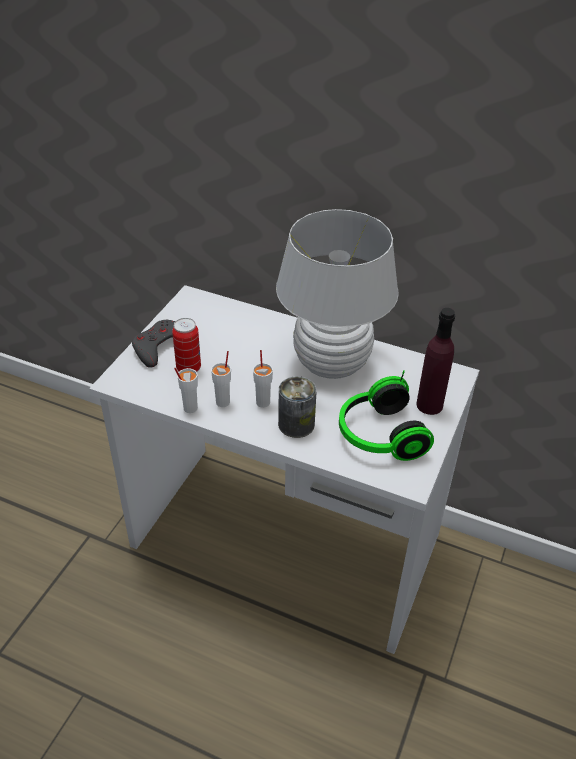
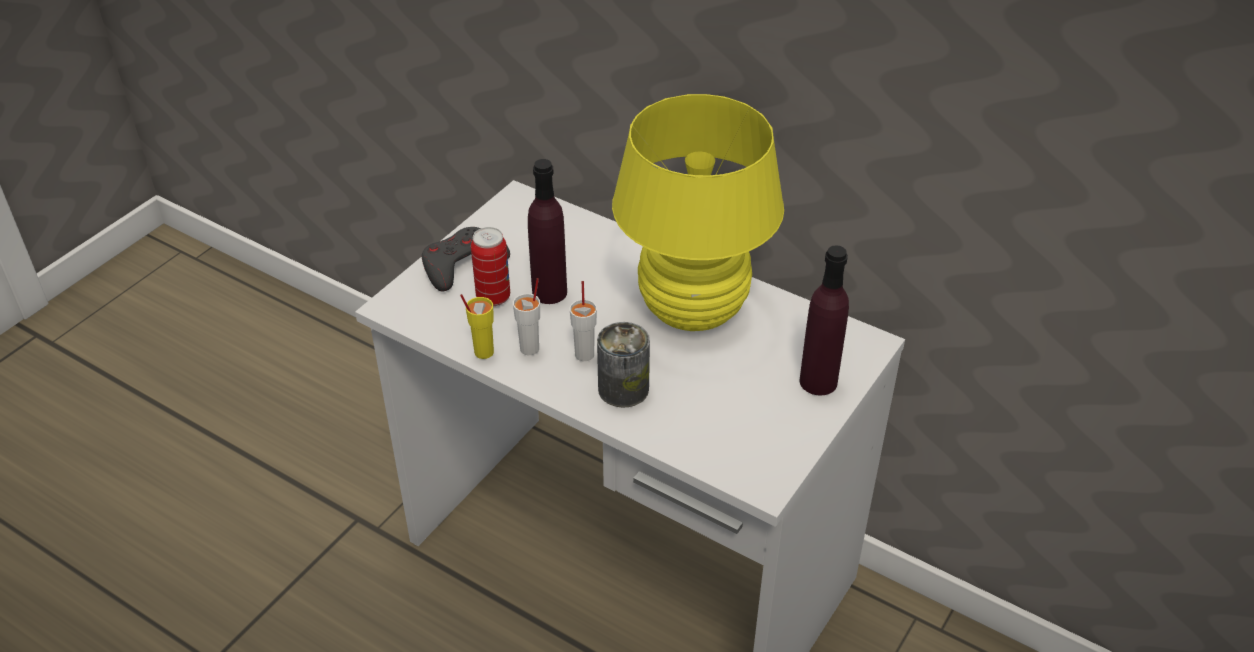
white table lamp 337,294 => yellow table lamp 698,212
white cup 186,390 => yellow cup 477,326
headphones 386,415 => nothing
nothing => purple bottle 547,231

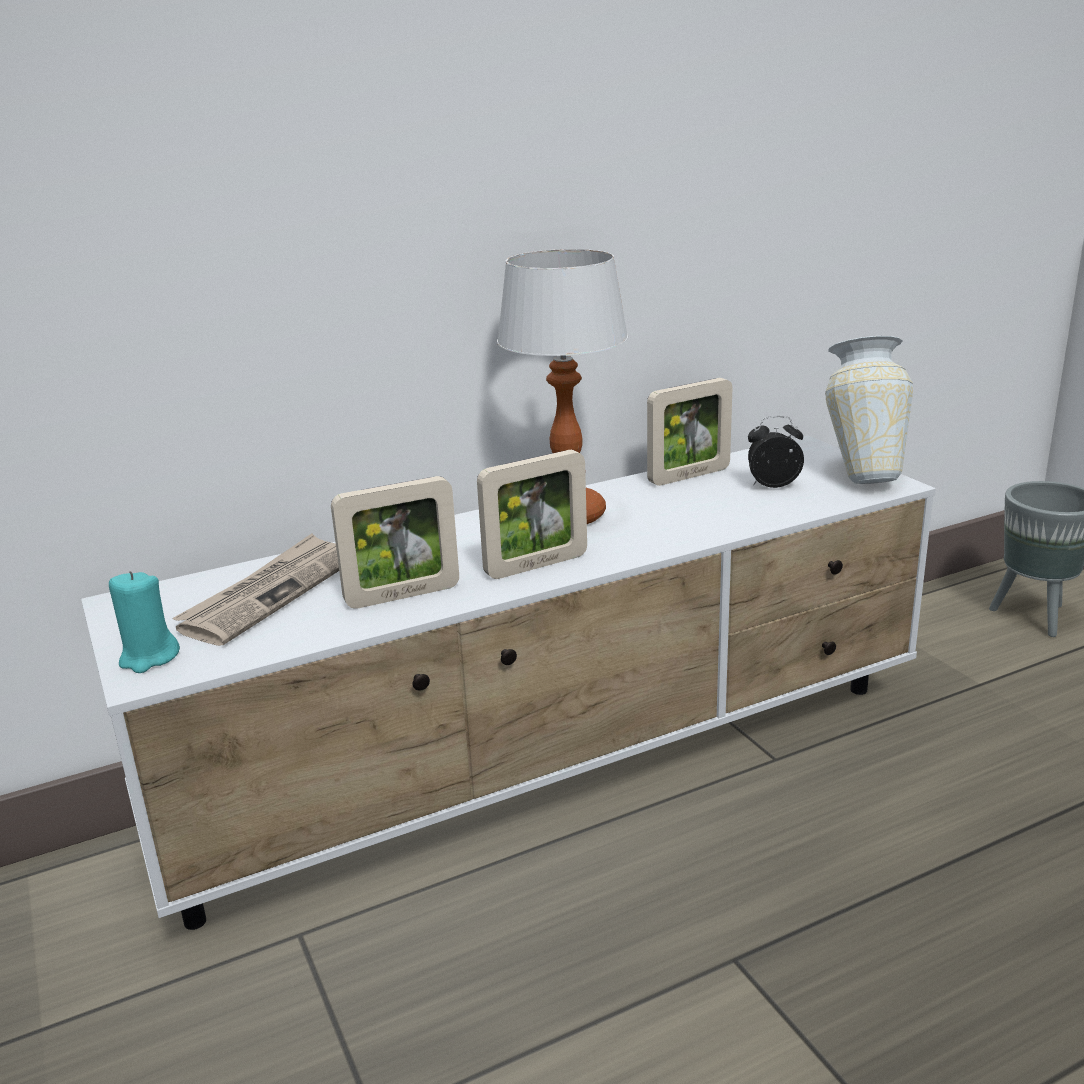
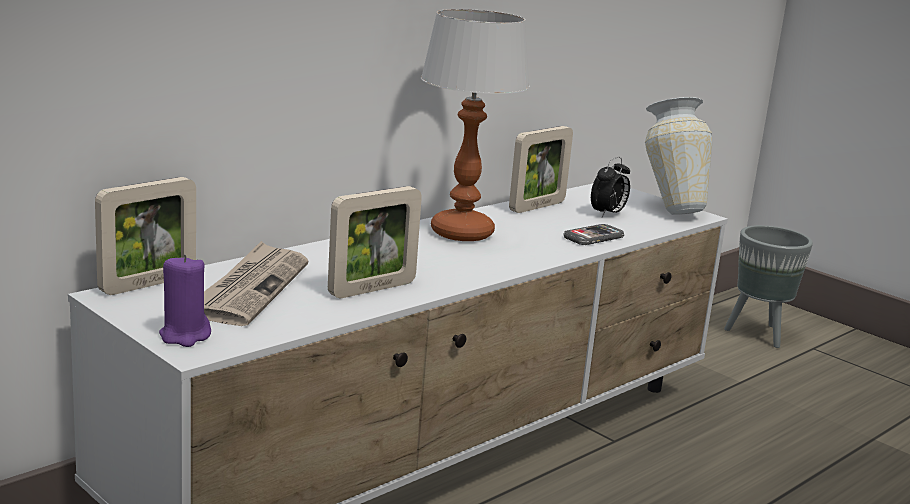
alarm clock 776,452 => alarm clock 610,187, 150 degrees clockwise
picture frame 532,514 => picture frame 145,236, moved
turquoise candle 144,622 => purple candle 185,300
nothing => phone 594,234

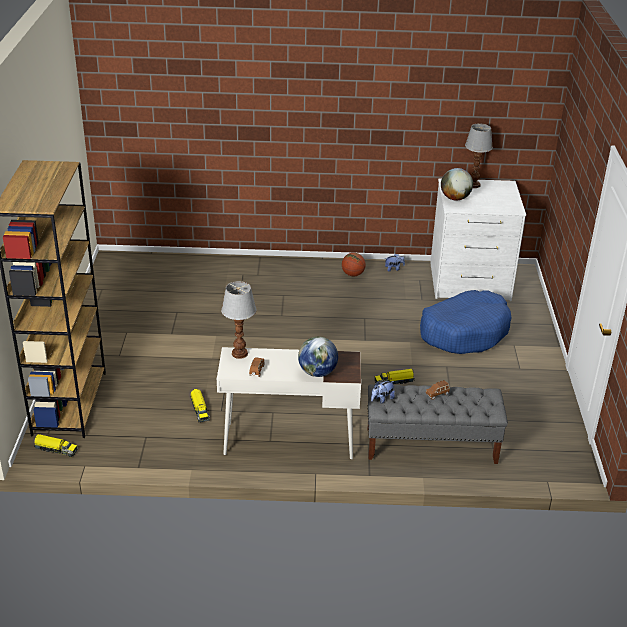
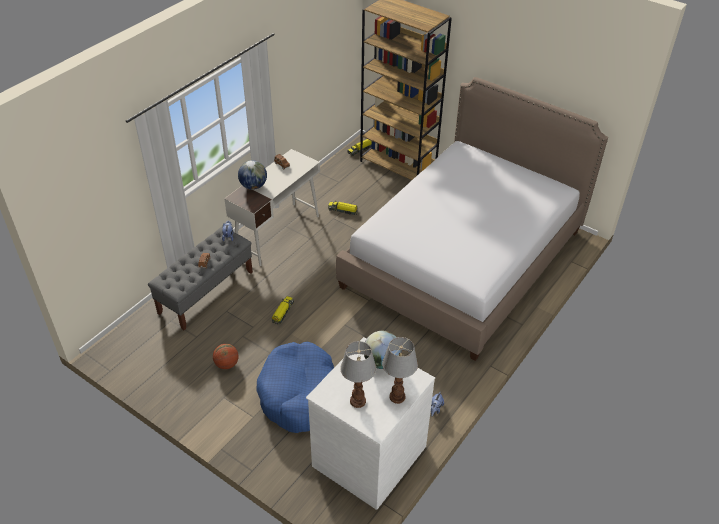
basketball 354,264 => basketball 225,356, moved
table lamp 239,320 => table lamp 358,374, moved
nothing => bed 472,219

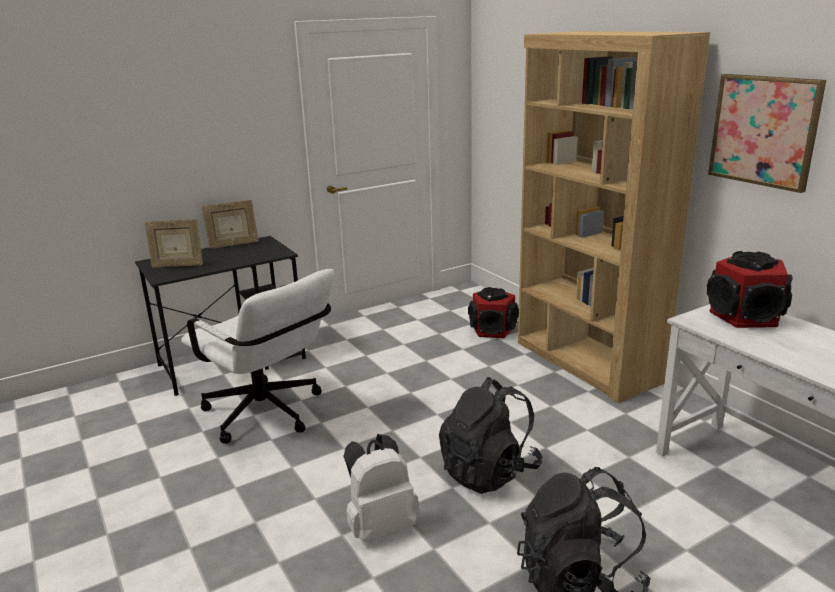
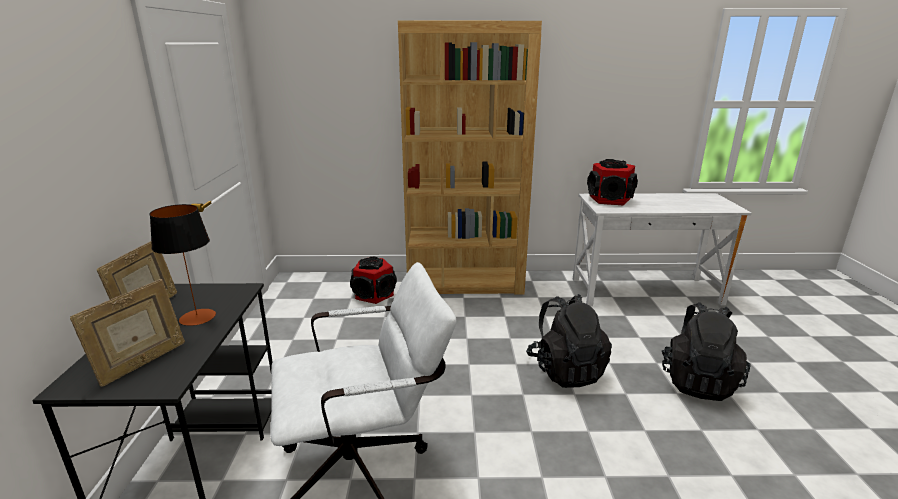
picture 767,133 => nothing
white backpack 381,488 => nothing
nothing => table lamp 182,265

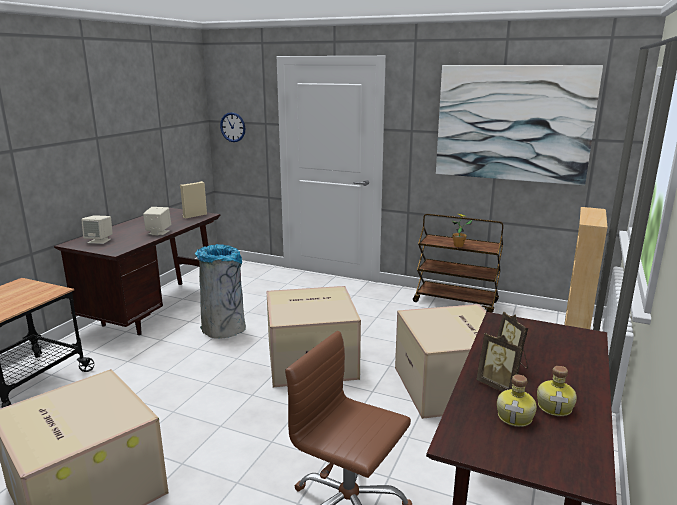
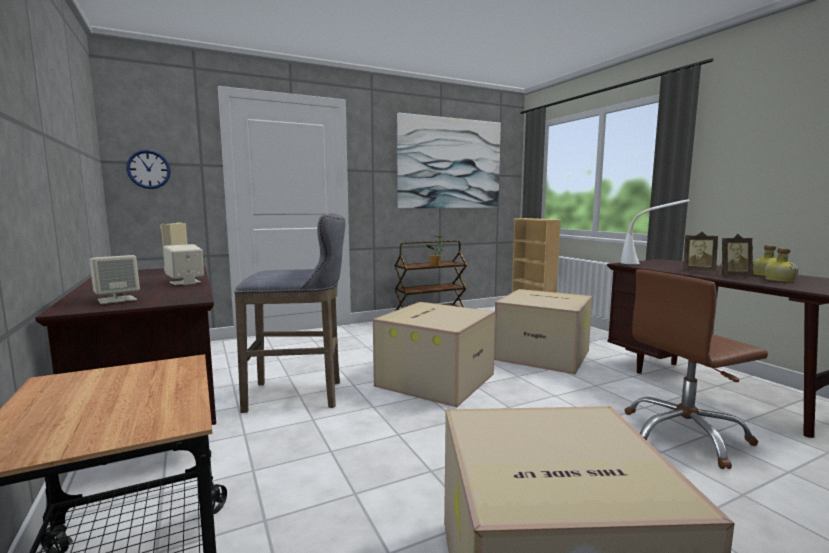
grey trash can 220,291 => grey stool 290,313
nothing => white table lamp 655,231

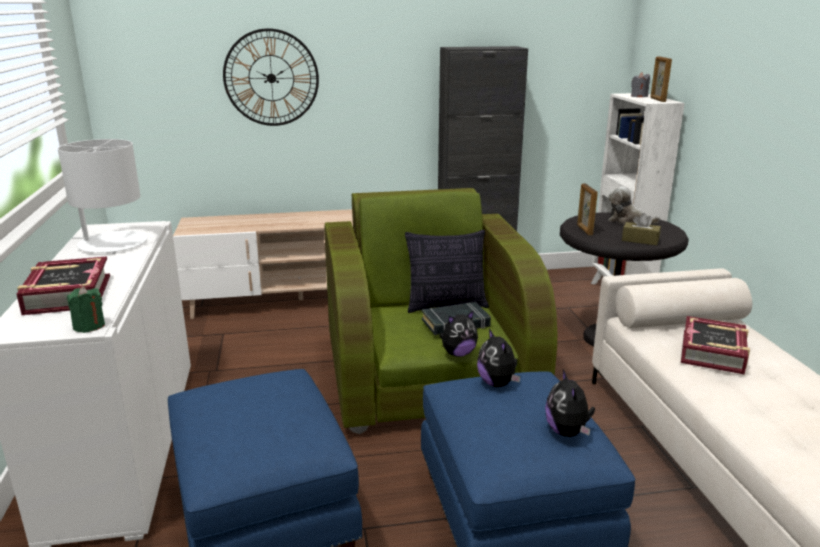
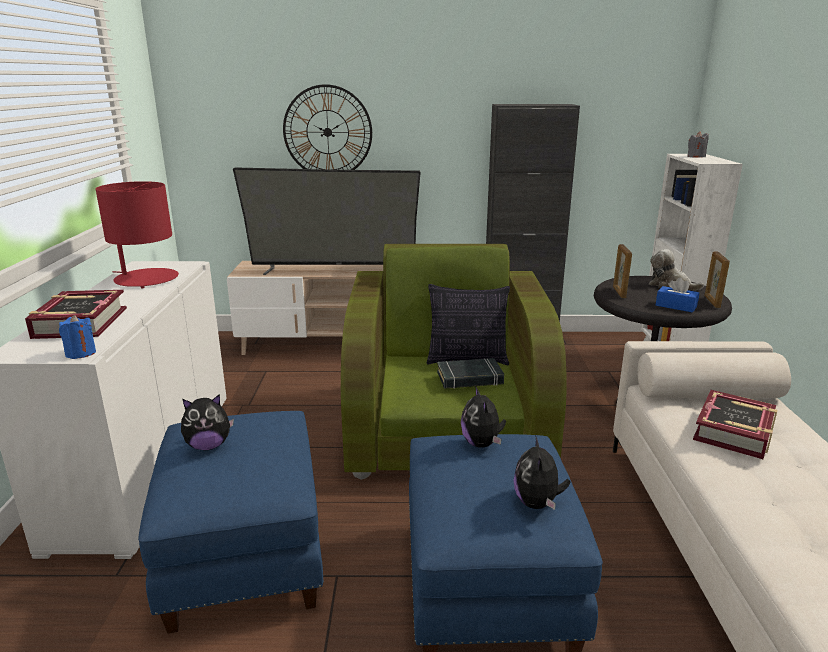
picture frame 661,79 => picture frame 717,279, moved
white table lamp 103,196 => red table lamp 137,234
brown tissue box 641,229 => blue tissue box 677,295
green candle 86,309 => blue candle 77,337
plush toy 458,333 => plush toy 207,422, moved
nothing => television 327,221

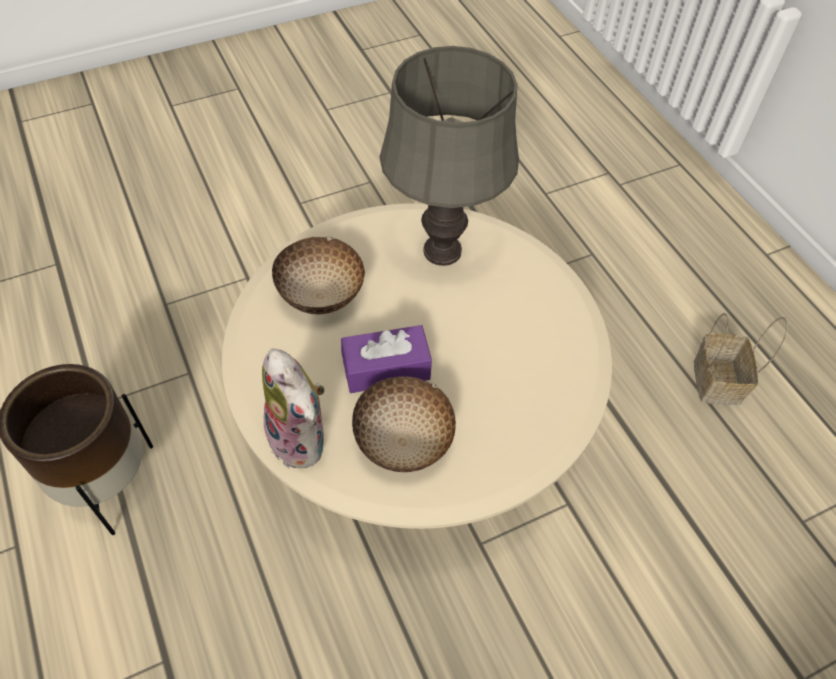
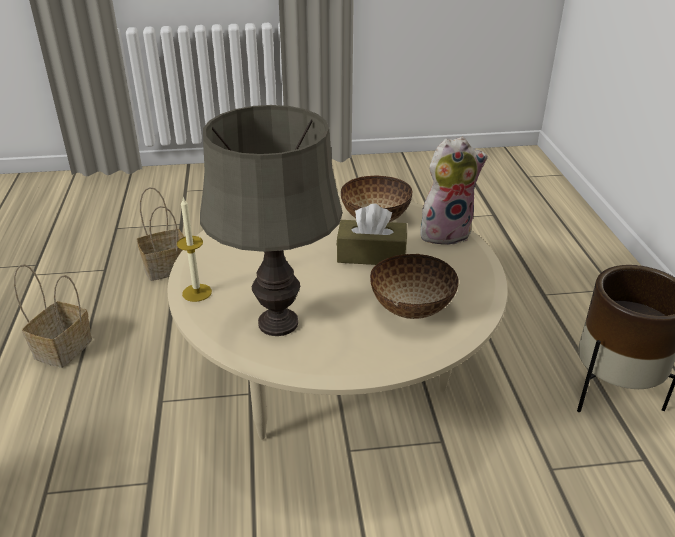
purple tissue box 386,359 => brown tissue box 371,234
plush toy 293,408 => plush toy 454,192, 90 degrees clockwise
nothing => basket 160,234
nothing => candle 194,249

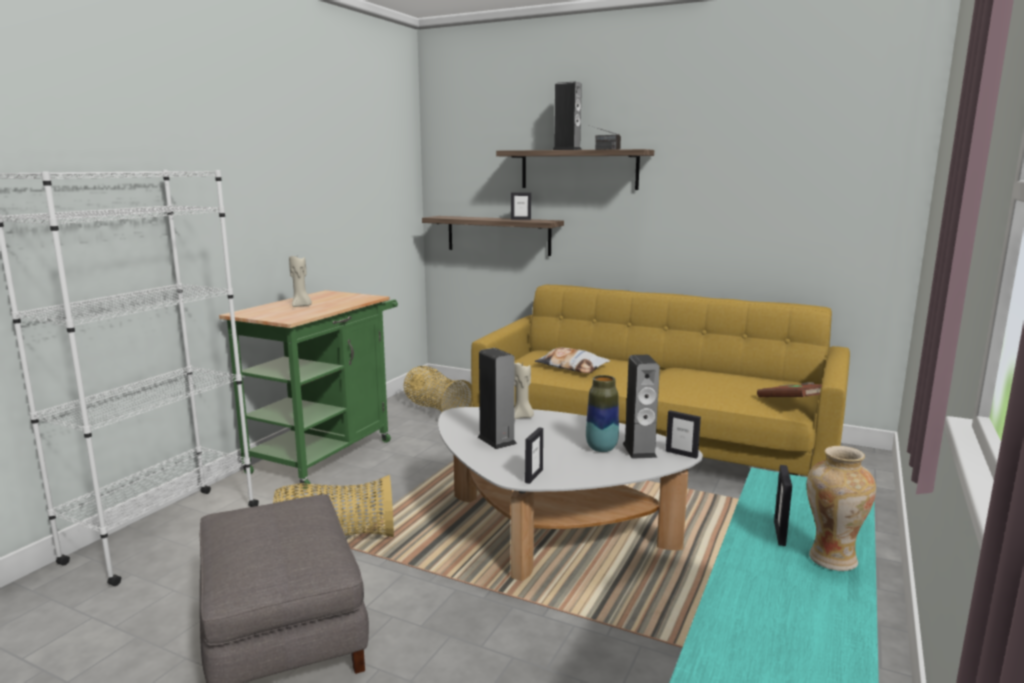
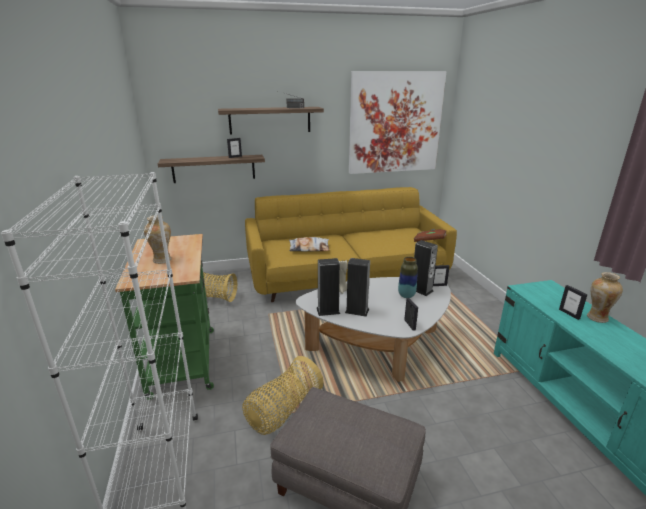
speaker 567,115 => speaker 328,287, moved
beige candle 300,281 => vase 158,239
nothing => picture 397,122

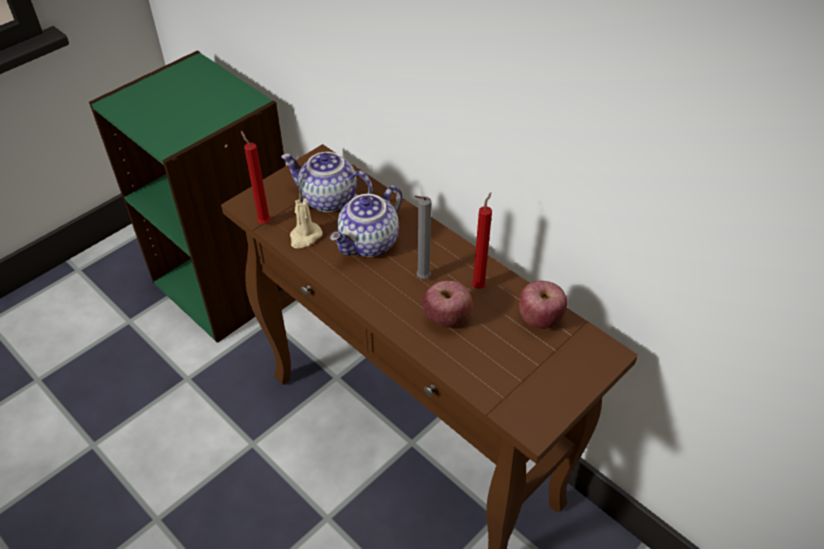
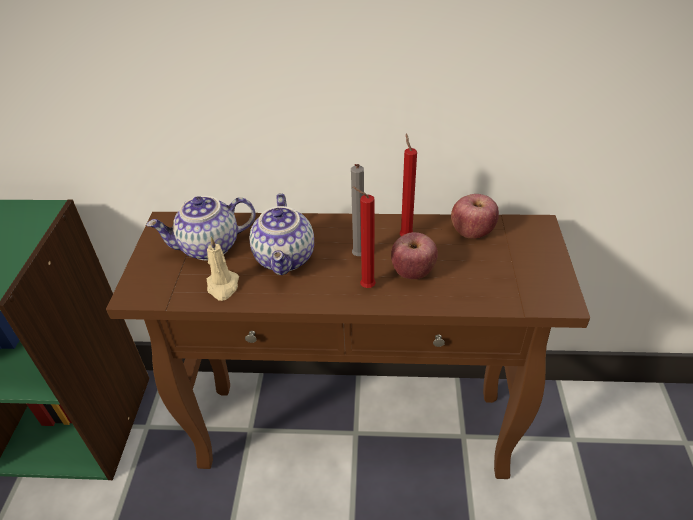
red candle 256,177 => red candle 364,237, moved

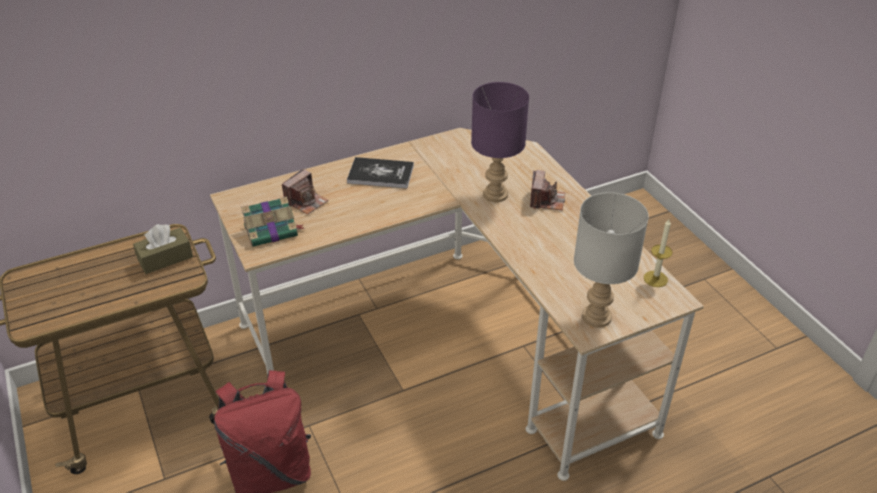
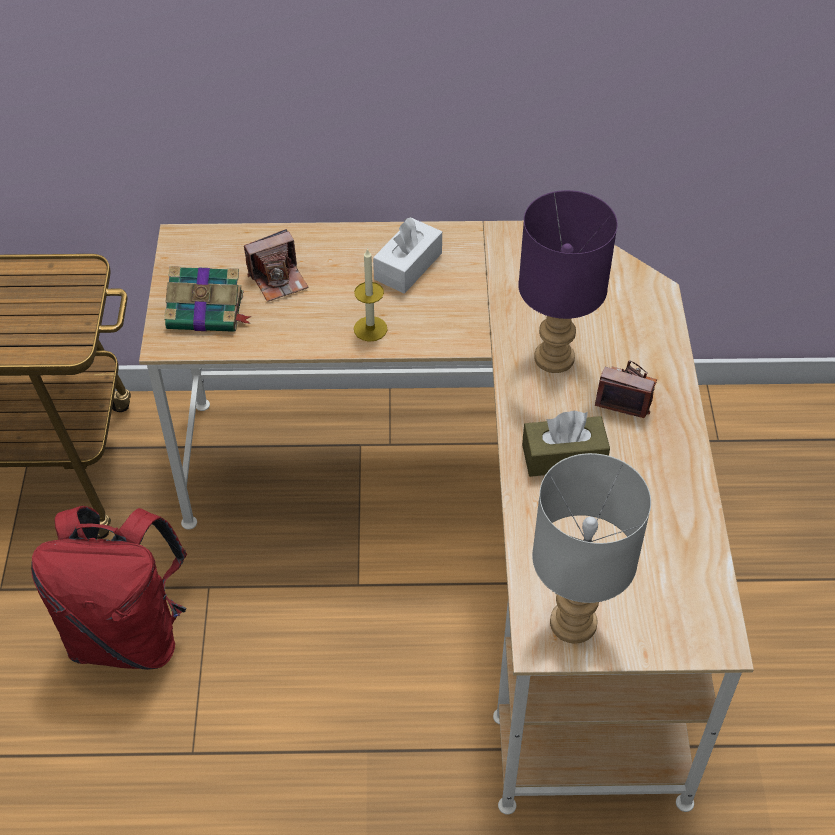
book 380,173 => white tissue box 407,255
photo camera 547,190 => photo camera 626,389, 105 degrees counterclockwise
candle 658,253 => candle 370,295, moved
brown tissue box 163,249 => brown tissue box 566,444, moved

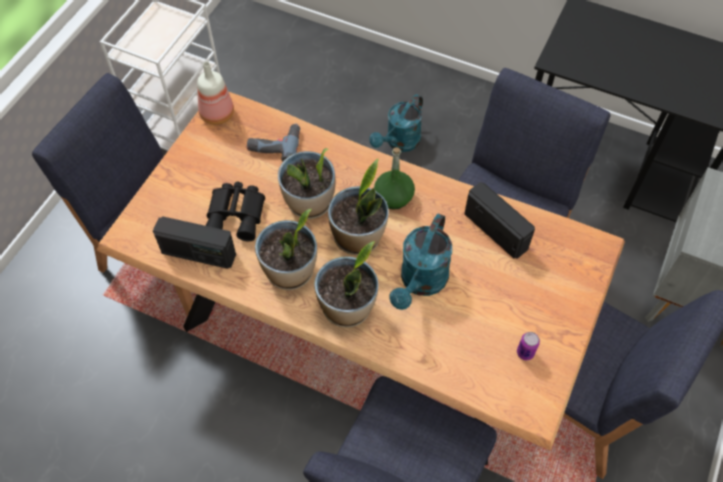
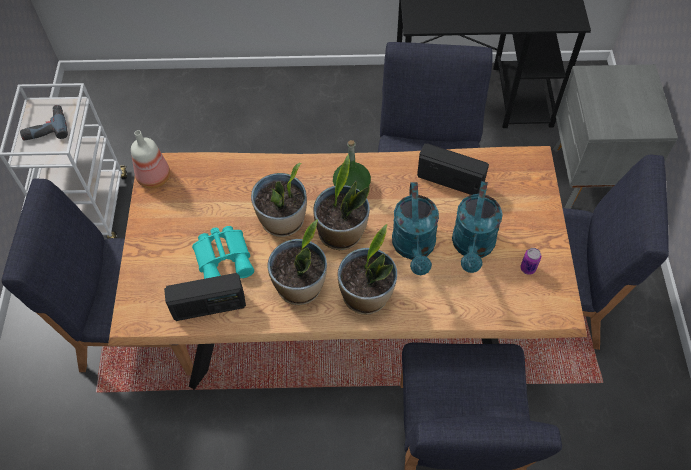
turquoise watering can 396,123 => turquoise watering can 477,227, moved
power drill 273,142 => power drill 44,122, moved
black binoculars 235,212 => turquoise binoculars 223,252

